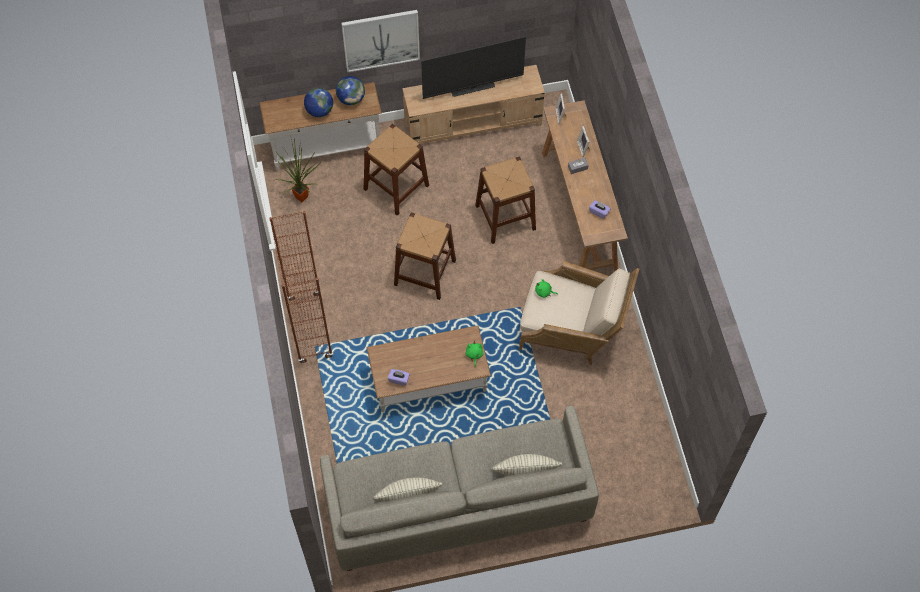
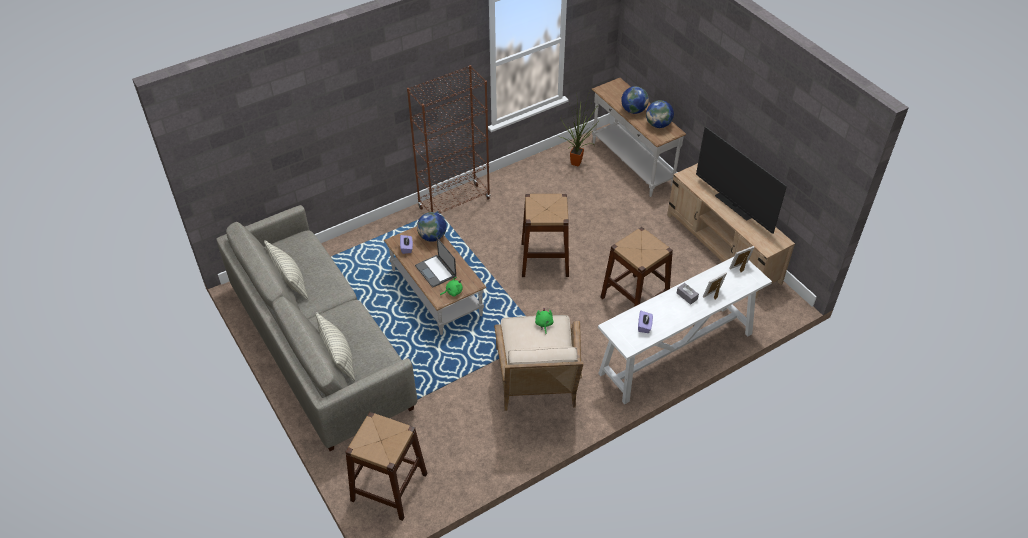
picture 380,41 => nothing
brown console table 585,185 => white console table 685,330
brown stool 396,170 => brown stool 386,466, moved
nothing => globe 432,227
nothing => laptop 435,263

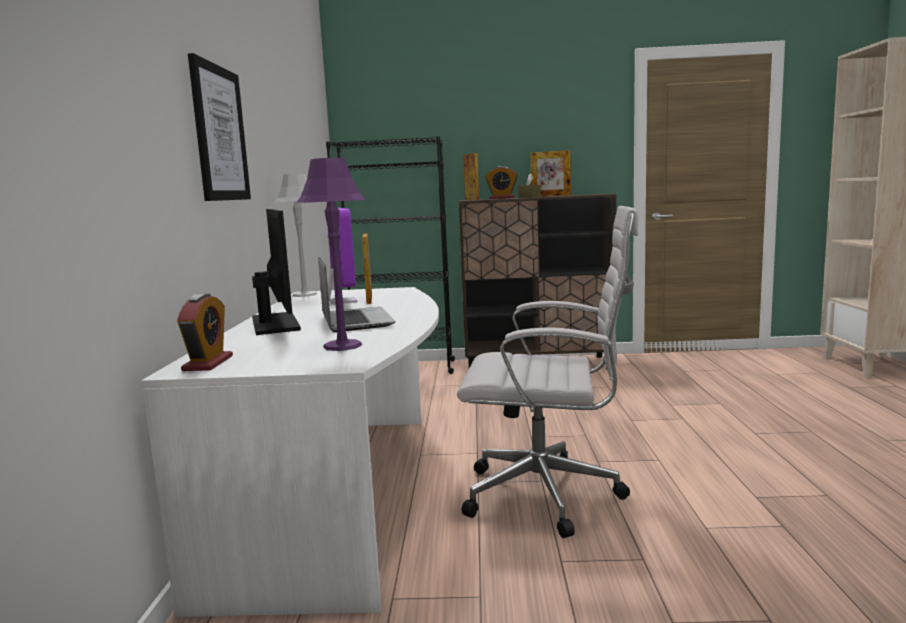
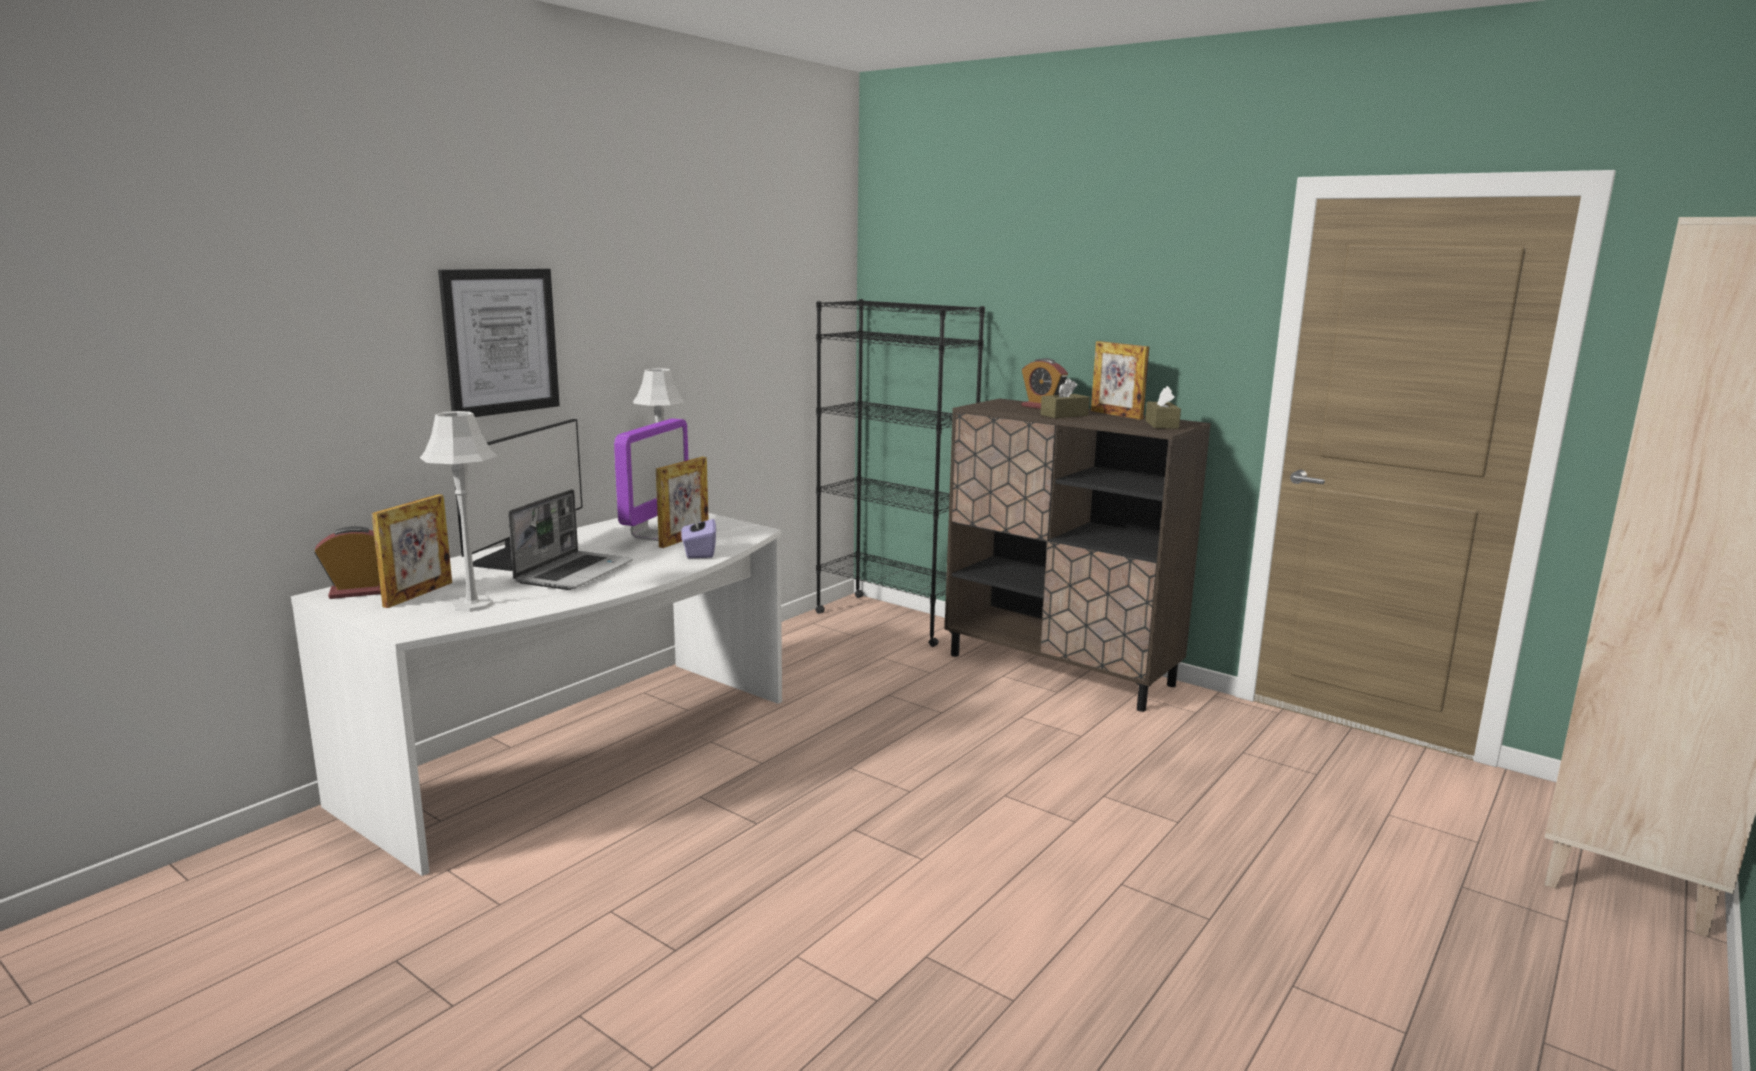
picture frame 471,176 => picture frame 411,551, moved
purple table lamp 331,254 => grey table lamp 458,511
white office chair 547,372 => nothing
alarm clock 205,332 => alarm clock 347,562, 150 degrees counterclockwise
nothing => brown tissue box 1163,407
nothing => purple tissue box 698,534

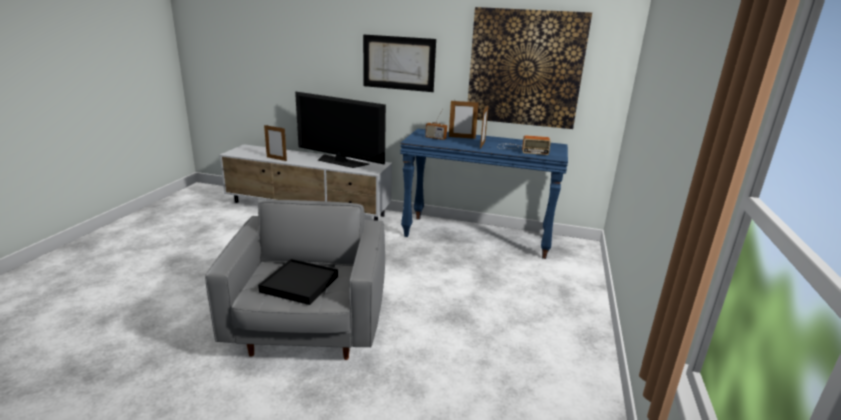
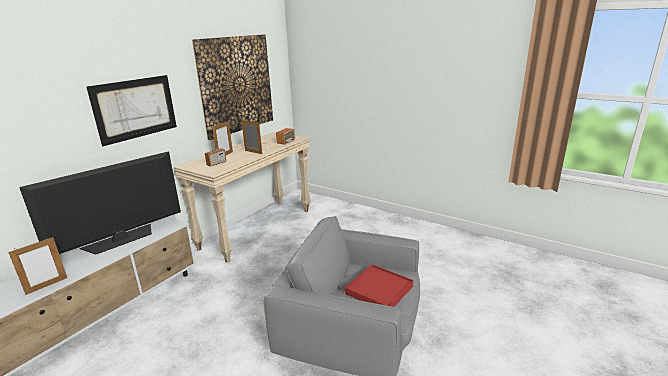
blue console table 484,194 => beige console table 242,197
black tray 298,282 => red tray 379,285

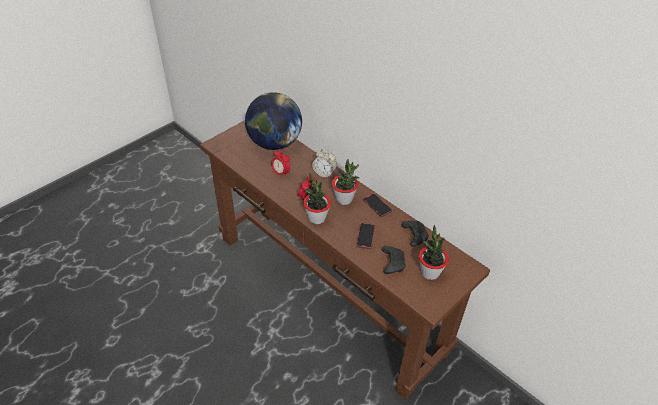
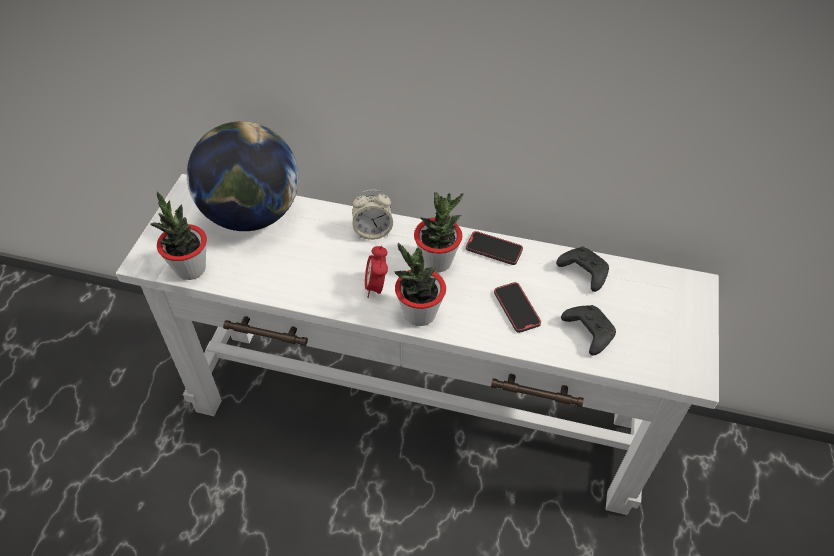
brown console table 345,260 => white console table 417,344
alarm clock 280,164 => nothing
potted plant 434,252 => potted plant 178,235, moved

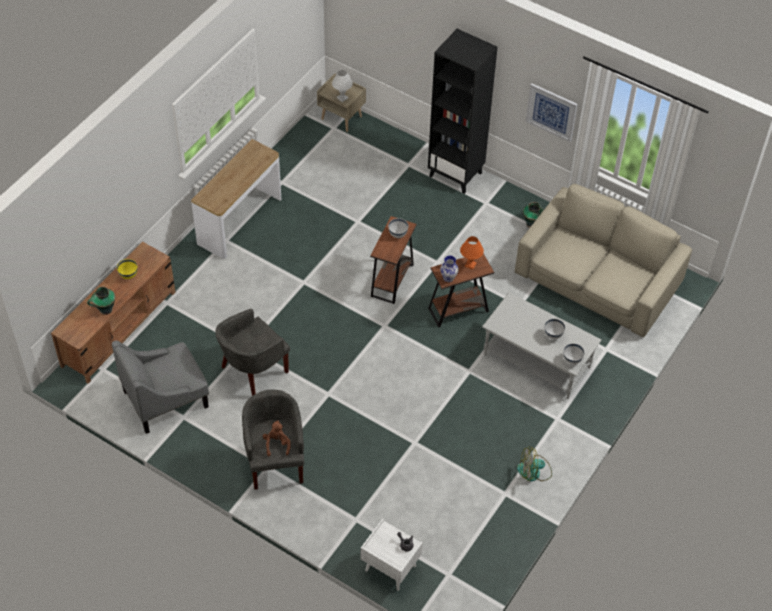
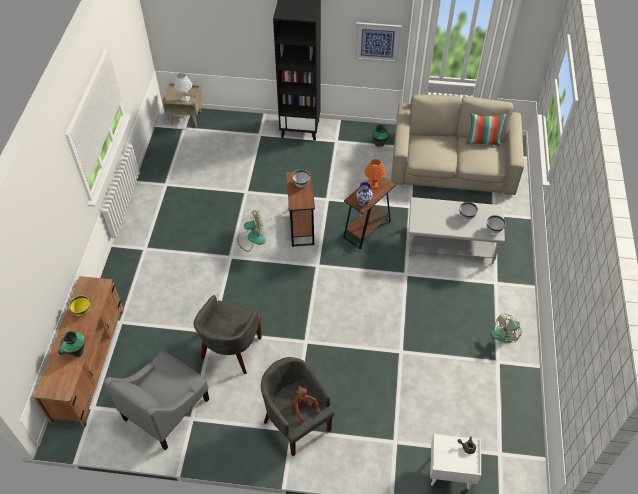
console table 236,199 => nothing
nothing => pillow 486,129
nothing => fan 252,231

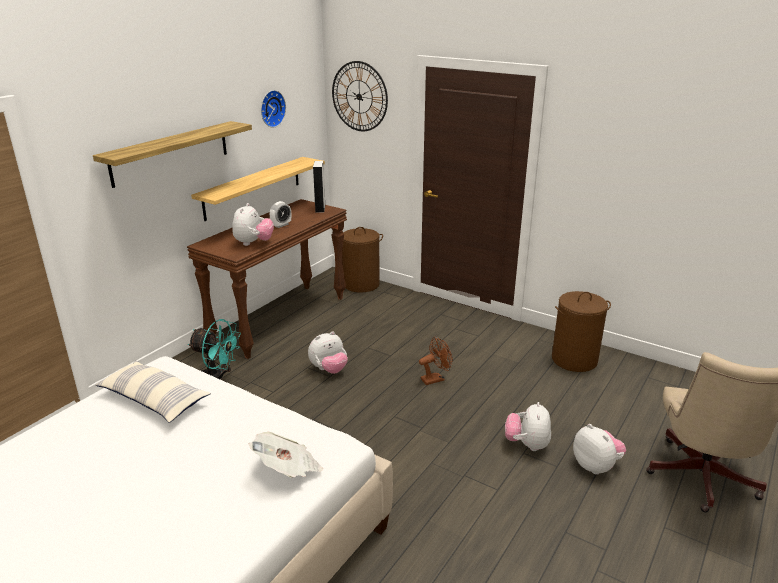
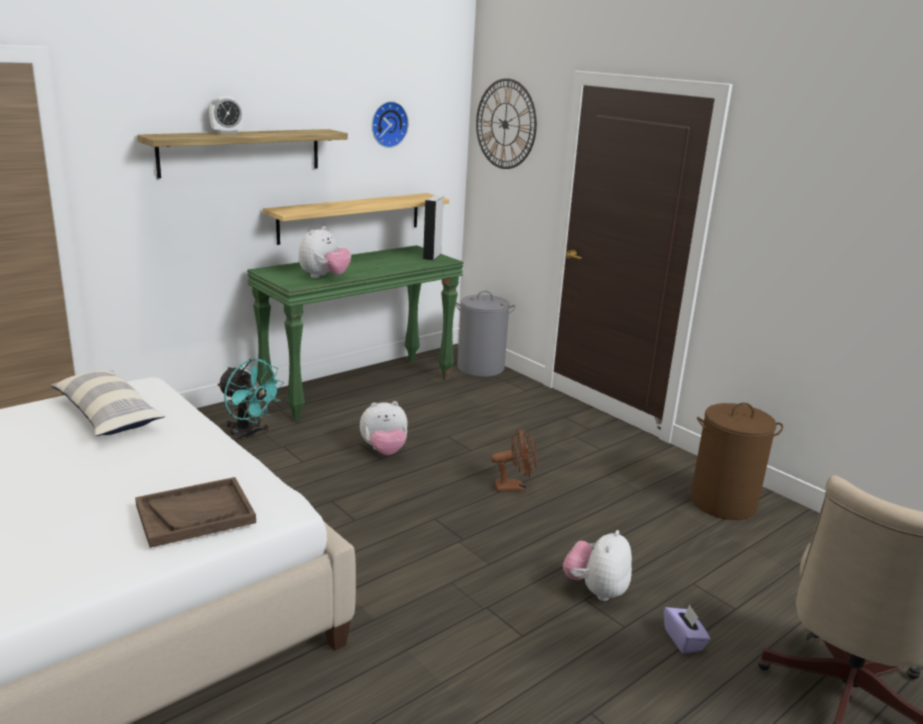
brown console table 267,279 => green console table 355,333
alarm clock 280,214 => alarm clock 226,115, moved
brown laundry basket 362,260 => grey laundry basket 485,334
plush toy 599,449 => purple tissue box 687,629
newspaper 286,455 => brown tray 195,512

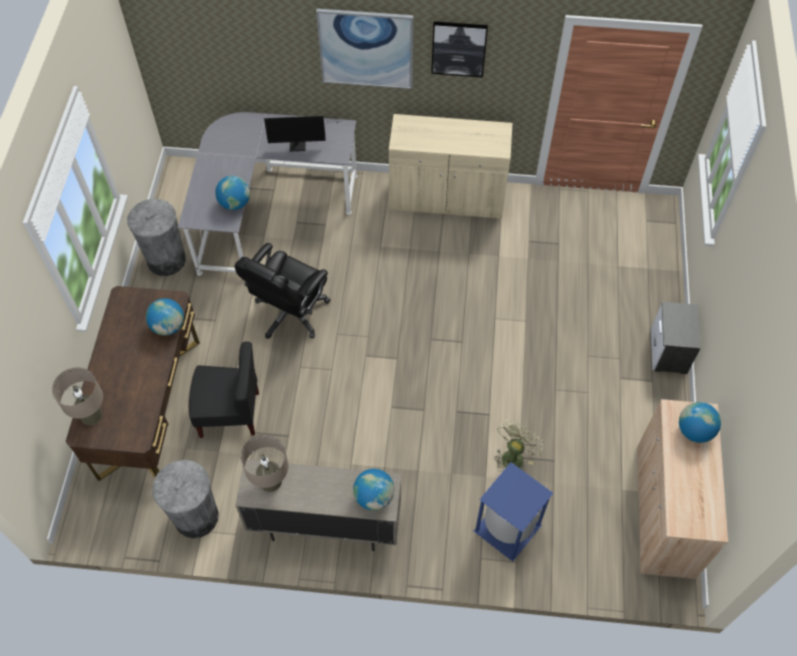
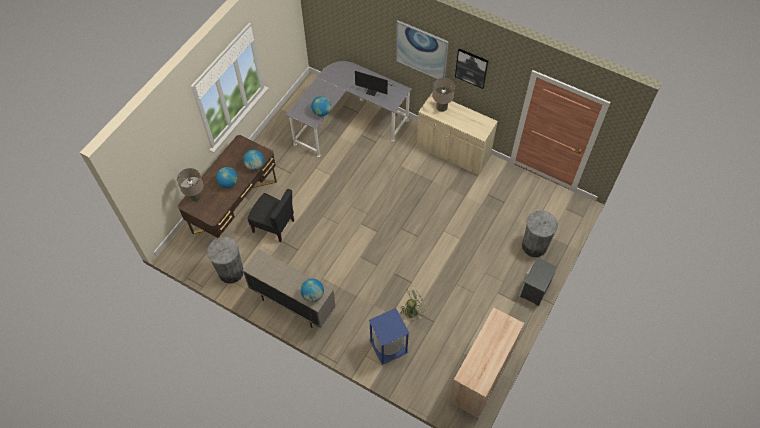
grey trash can 156,237 => grey trash can 540,233, moved
black office chair 283,291 => nothing
globe 700,422 => globe 227,177, moved
beige table lamp 264,463 => beige table lamp 443,95, moved

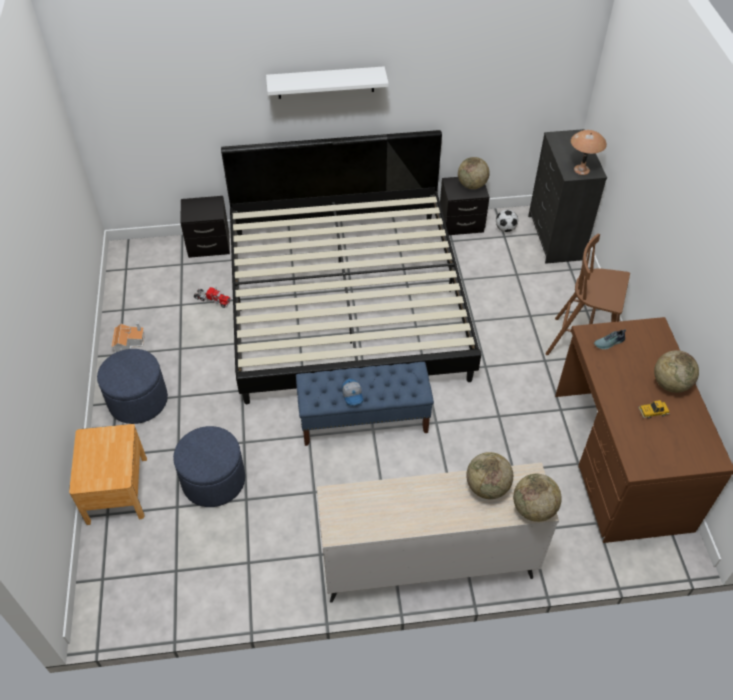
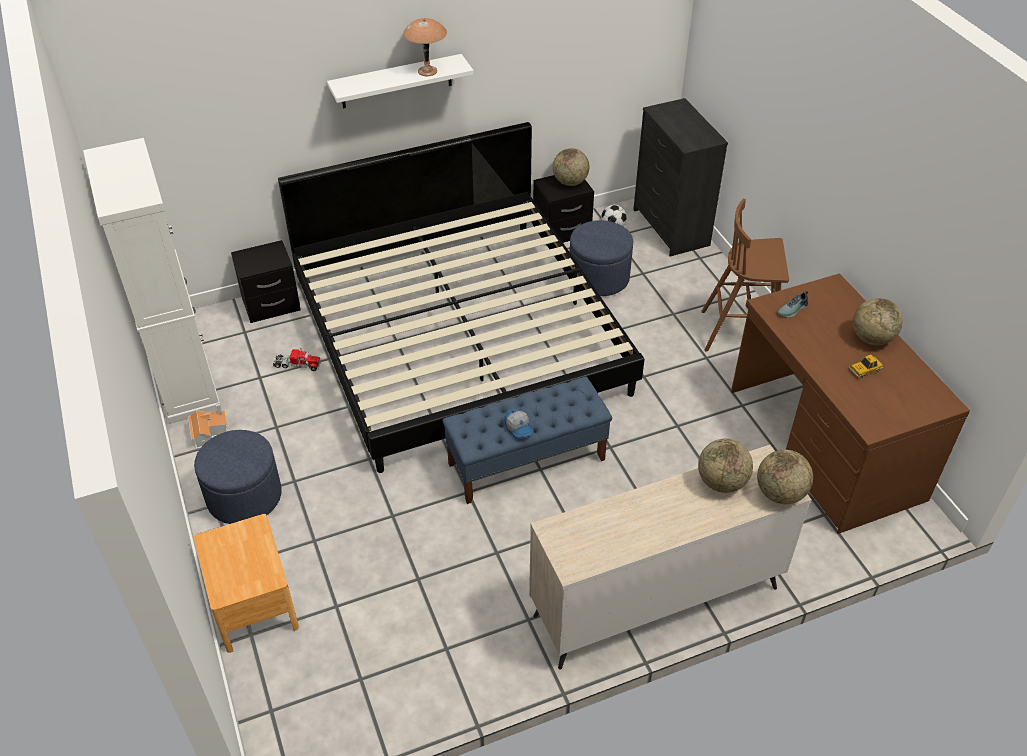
brown table lamp 589,152 => brown table lamp 425,47, moved
blue ottoman 209,466 => blue ottoman 601,258, moved
nothing => white cabinet 152,281

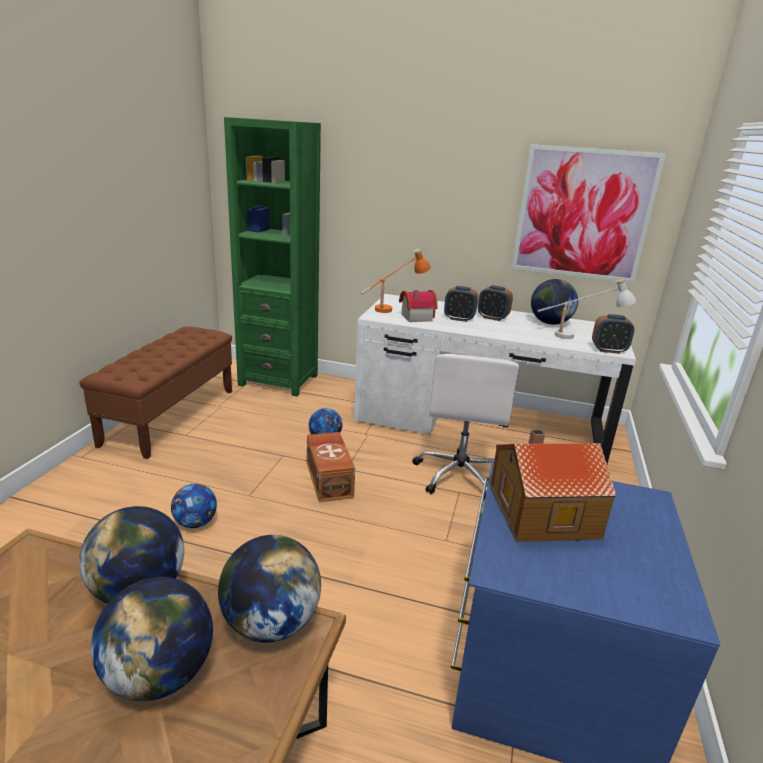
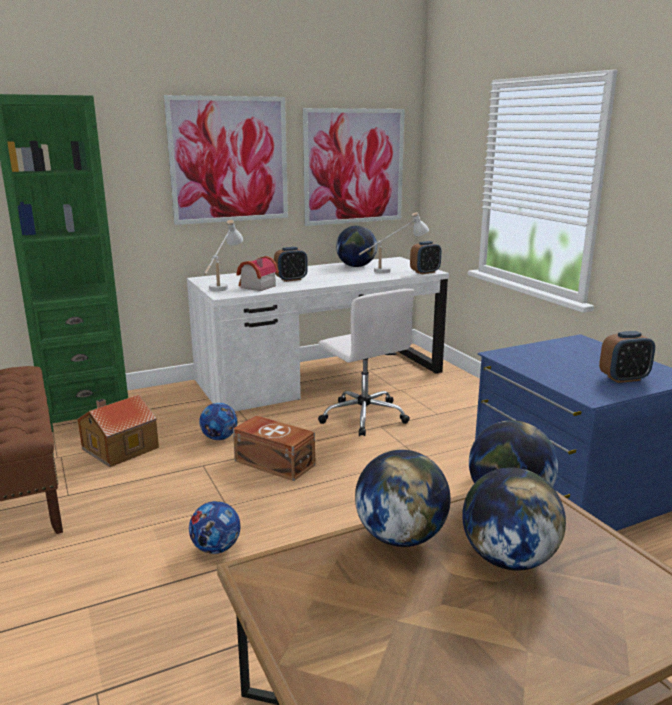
orange table lamp 396,281 => white table lamp 223,255
alarm clock 495,303 => alarm clock 627,357, moved
toy house 553,486 => toy house 118,431, moved
nothing => picture 226,160

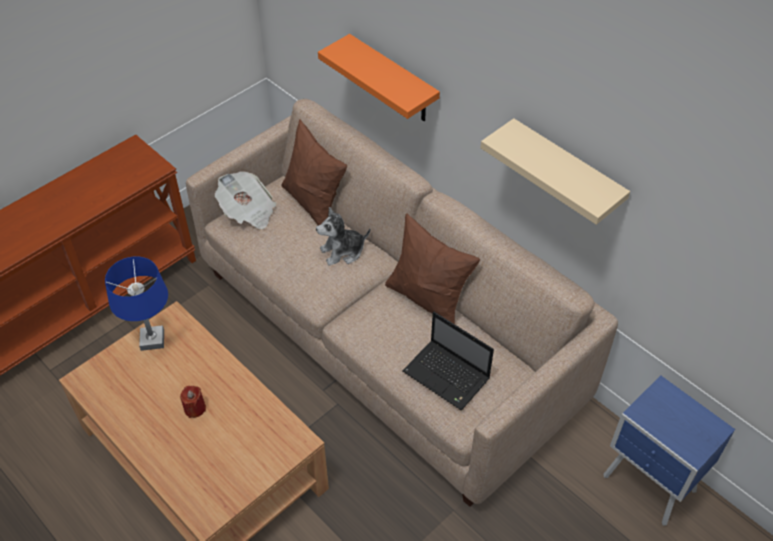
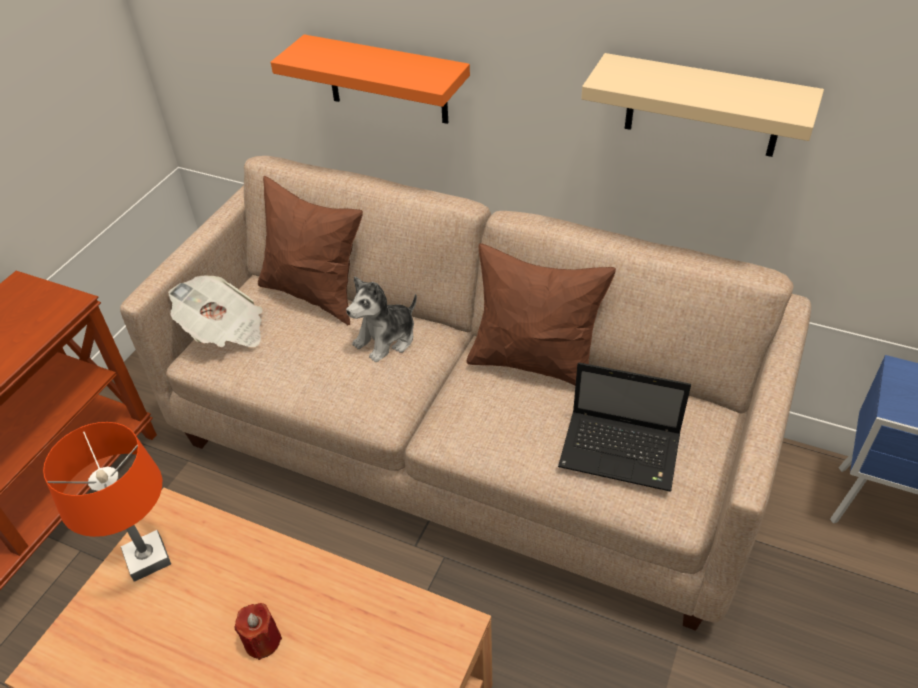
blue table lamp 136,303 => orange table lamp 107,502

